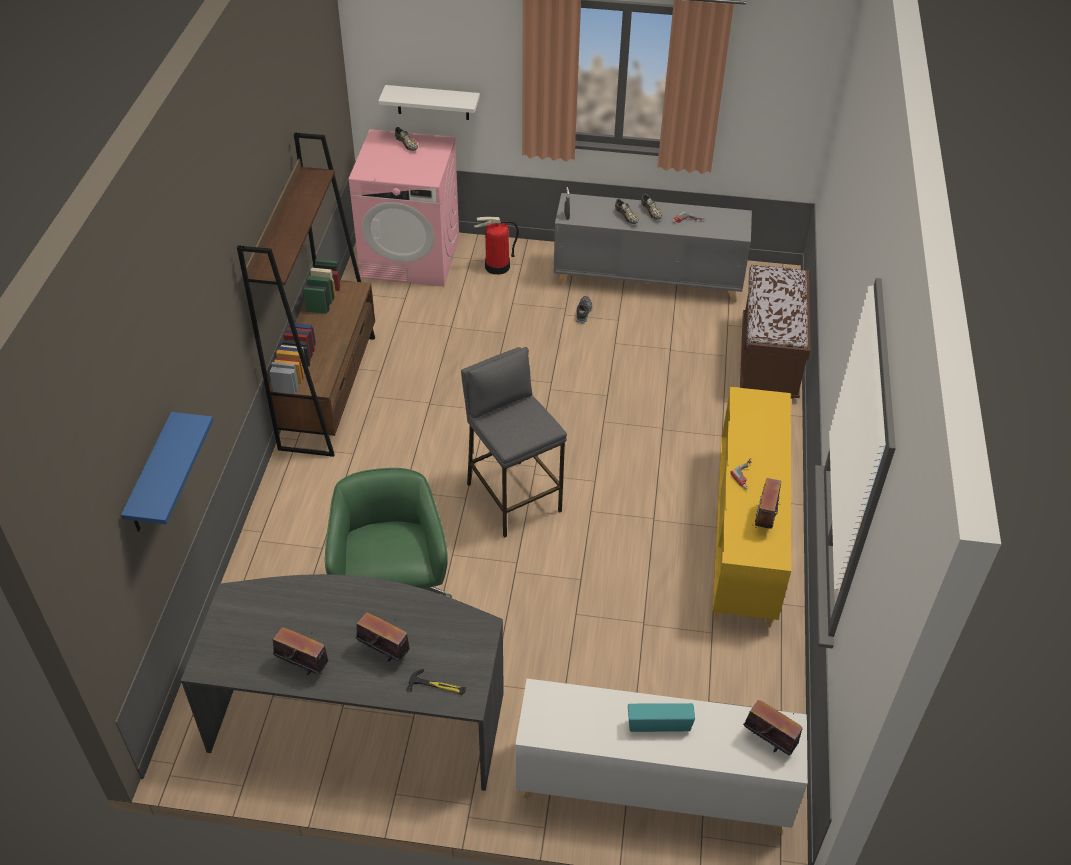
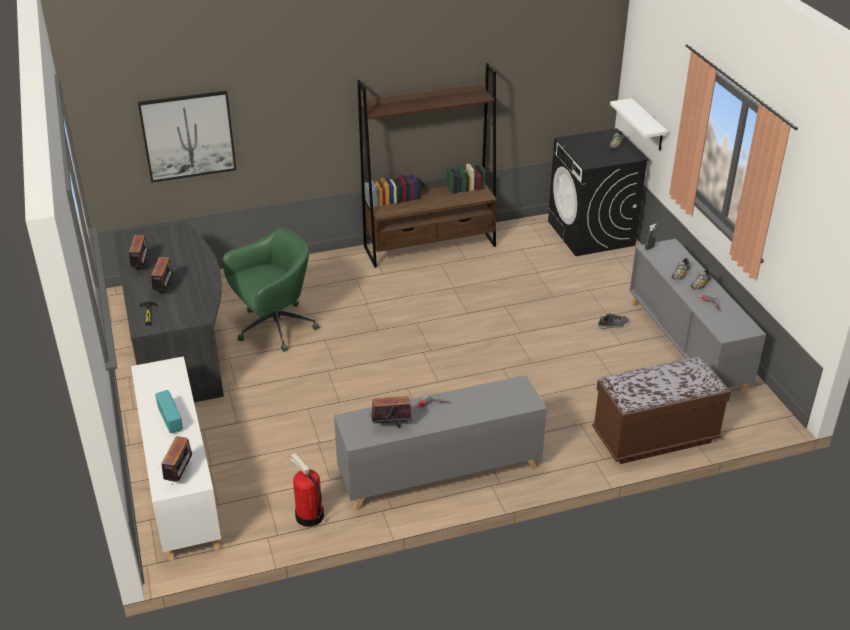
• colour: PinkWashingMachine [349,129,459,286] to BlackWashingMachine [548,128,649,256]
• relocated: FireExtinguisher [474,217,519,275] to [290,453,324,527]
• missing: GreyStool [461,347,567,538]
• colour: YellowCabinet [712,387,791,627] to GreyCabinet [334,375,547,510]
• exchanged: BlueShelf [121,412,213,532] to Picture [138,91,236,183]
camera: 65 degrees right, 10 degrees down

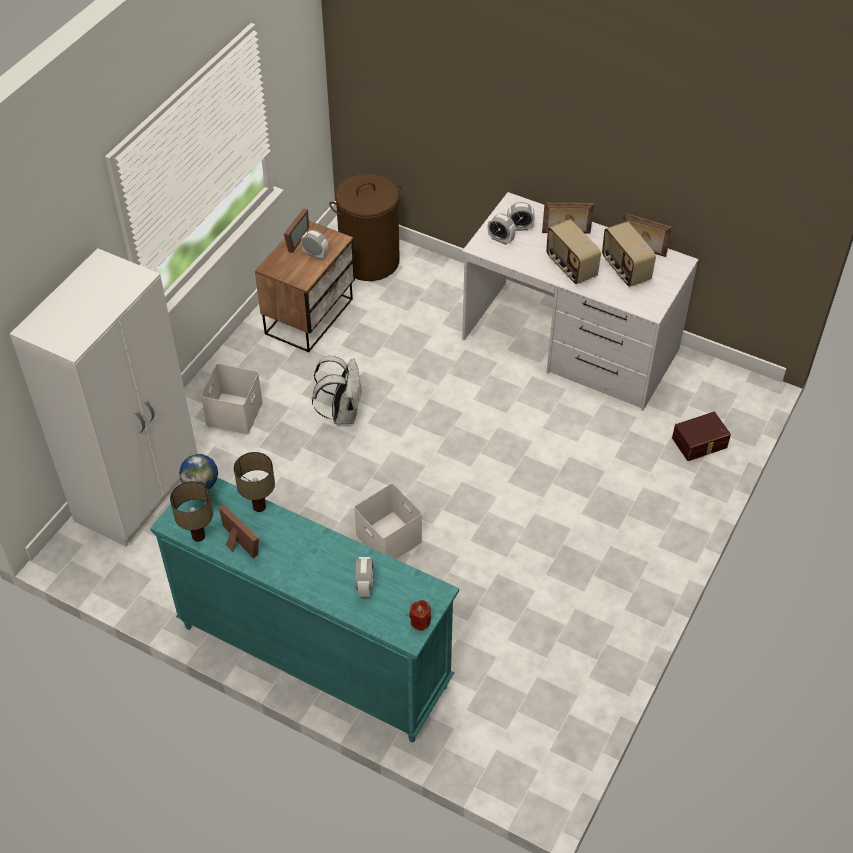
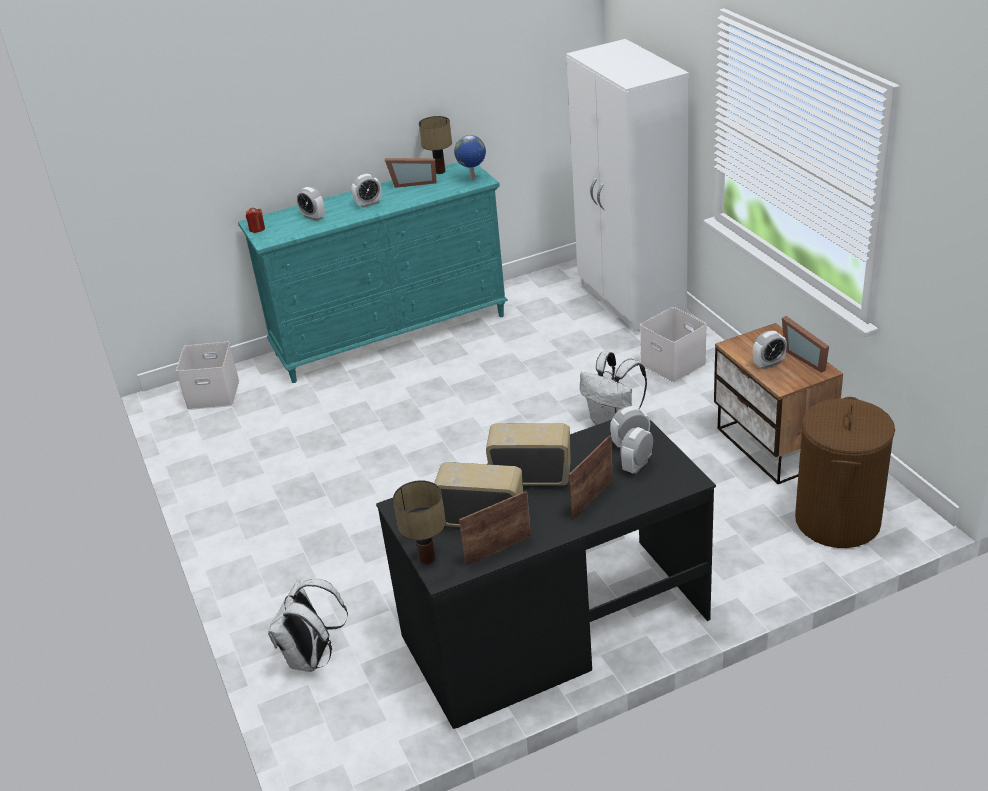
• colour: WhiteDesk [462,192,699,411] to BlackDesk [376,420,716,729]
• exchanged: BrownStorageBox [672,412,731,461] to WhiteBackpack [268,579,348,672]
• relocated: TableLamp [234,452,275,512] to [393,480,446,564]
• relocated: WhiteStorageBox [354,483,422,559] to [176,342,239,410]
• appeared: AlarmClock [352,174,382,208]
camera: 130 degrees right, 15 degrees down

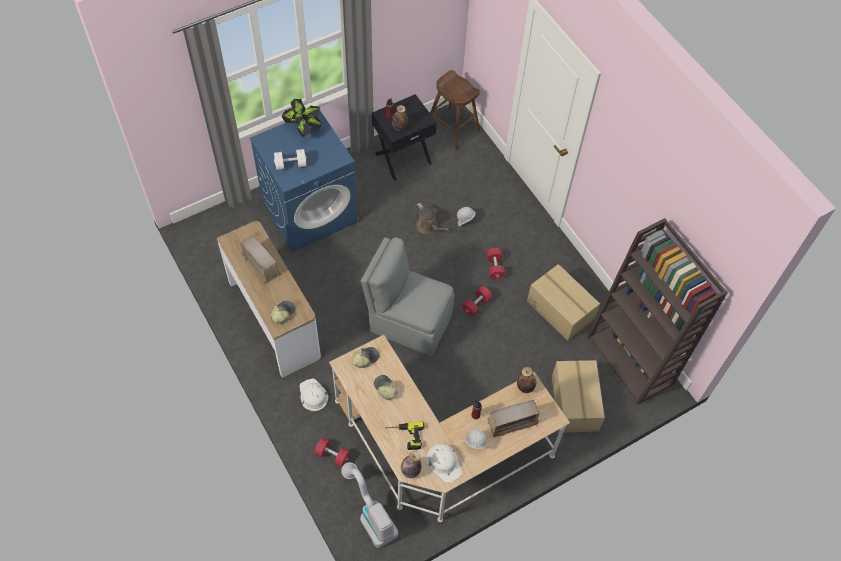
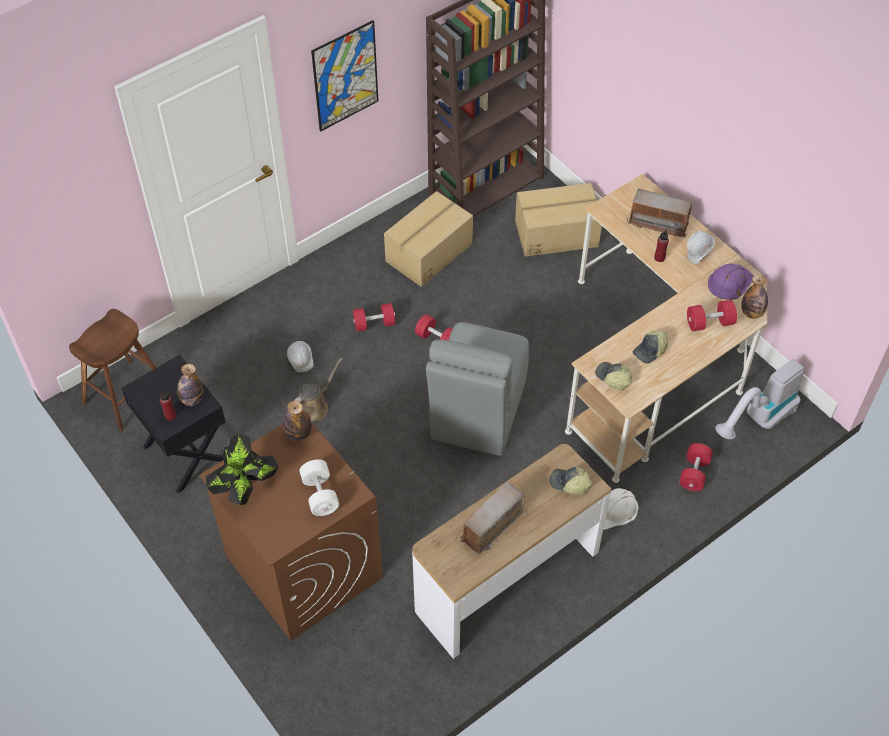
• colour: BlueWashingMachine [250,110,358,252] to BrownWashingMachine [199,422,383,641]
• relocated: Bottle [517,367,536,393] to [283,401,311,441]
• spun: Radio [487,399,540,438] = [627,189,692,238] 135 degrees clockwise
• exchanged: PowerDrill [385,421,424,450] to RedDumbbell [687,300,737,331]
• colour: WhiteHardHat [426,444,462,483] to PurpleHardHat [708,264,754,300]
• appeared: Picture [311,20,378,131]
camera: 95 degrees left, 5 degrees down

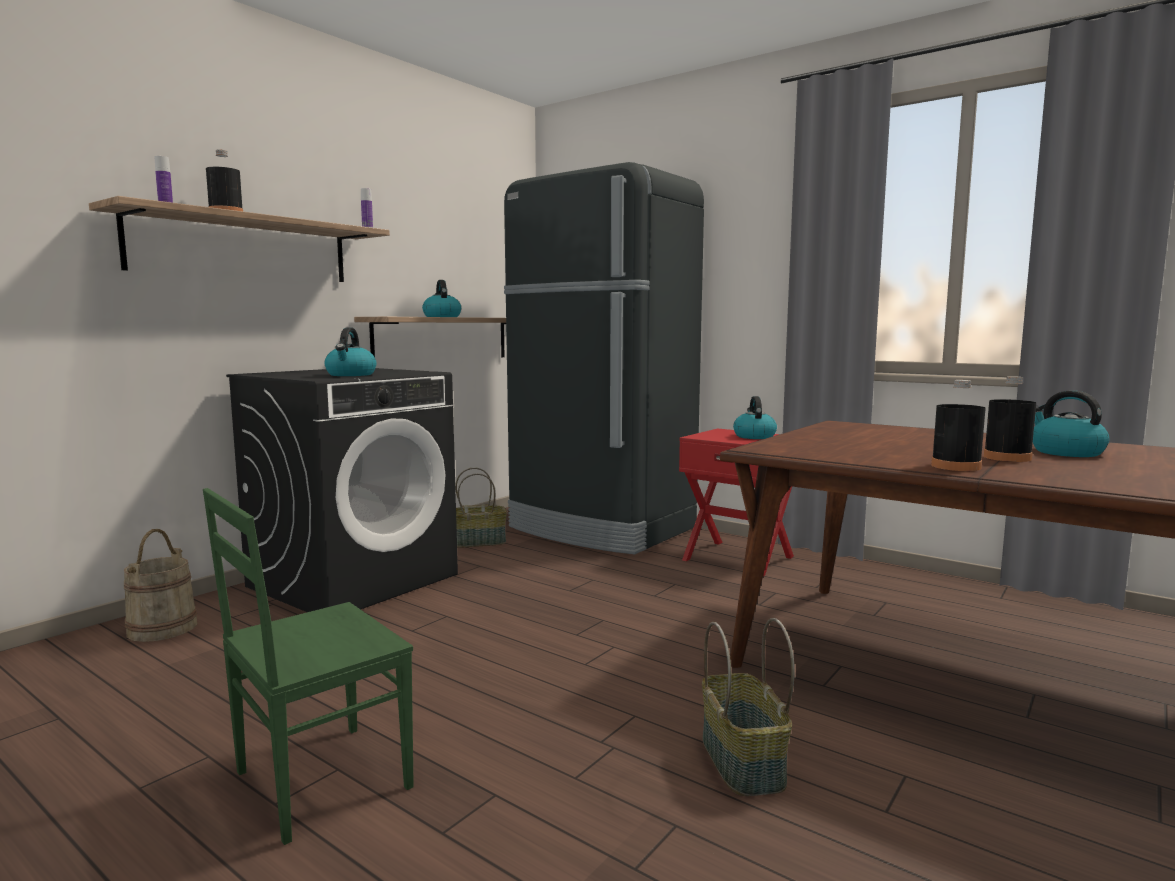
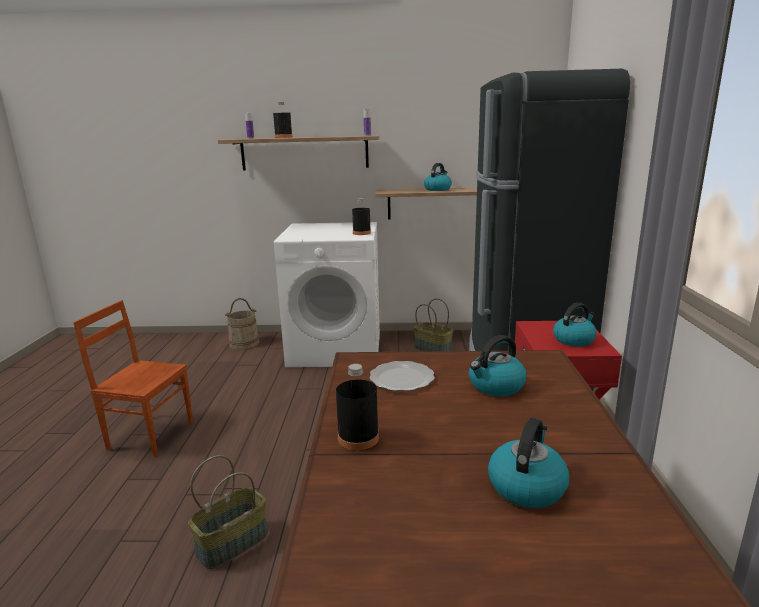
• relocated: Kettle [324,327,376,376] to [469,335,527,396]
• colour: BlackWashingMachine [226,368,458,612] to WhiteWashingMachine [274,222,380,367]
• relocated: BlackBottle [984,376,1036,462] to [352,198,371,235]
• colour: GreenChair [203,488,414,845] to BrownChair [73,300,193,457]
• appeared: Plate [369,361,435,391]
camera: 55 degrees right, 10 degrees up

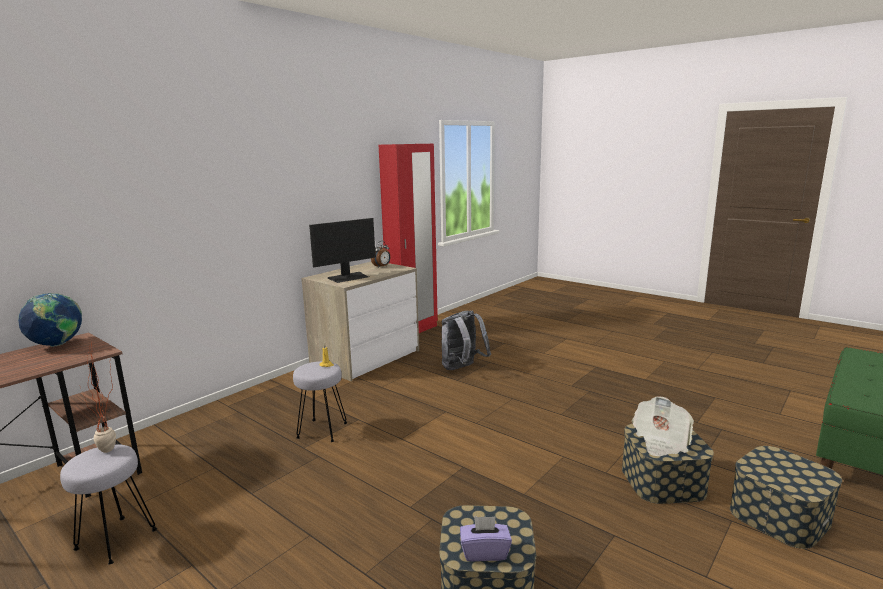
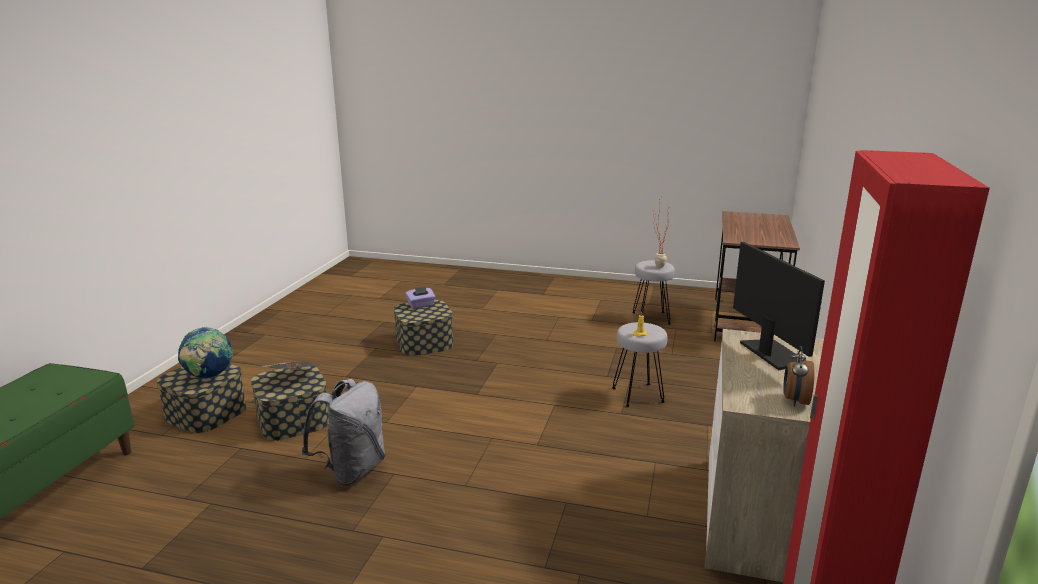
• spun: Monitor [309,218,376,283] = [733,242,825,370] 135 degrees clockwise
• relocated: Globe [18,293,82,347] to [178,327,234,379]
• relocated: GreyBackpack [441,311,491,370] to [302,379,386,486]
camera: 155 degrees right, 5 degrees up

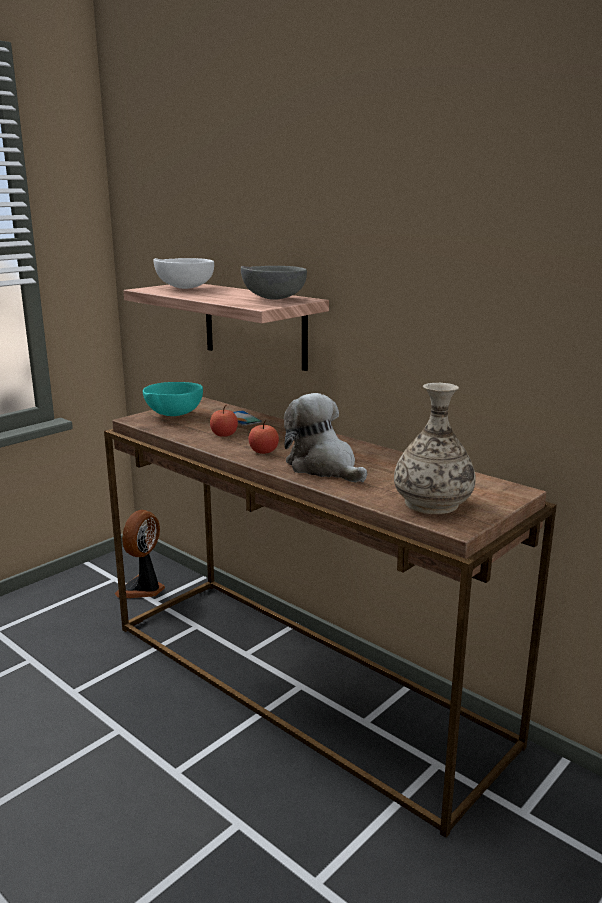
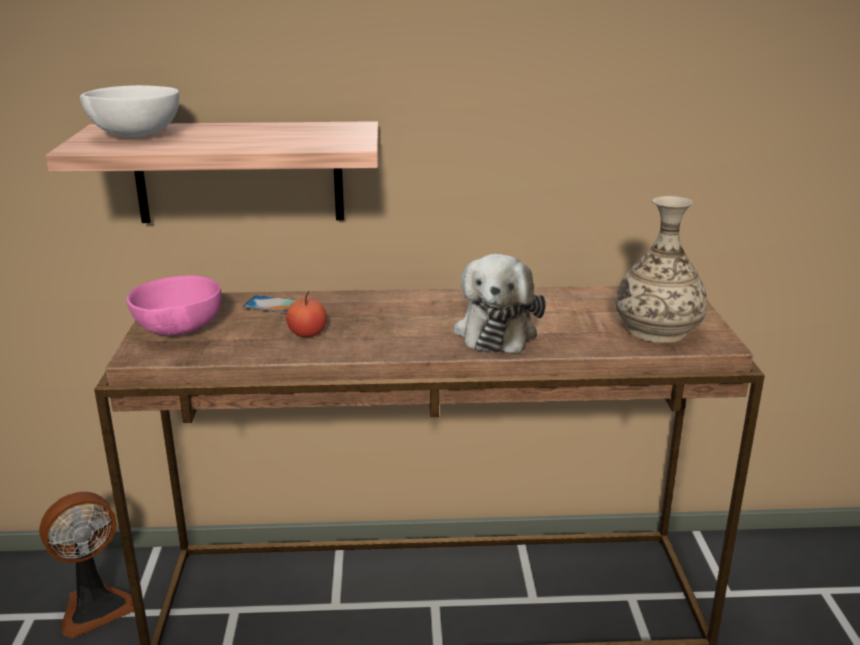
• missing: GreyBowl [241,266,307,300]
• colour: TurquoiseBowl [143,382,203,416] to PinkBowl [127,275,222,335]
• spun: PlushToy [284,393,367,482] = [454,254,546,353] 90 degrees counterclockwise
• missing: Apple [248,420,279,454]
• spun: Fan [115,510,165,598] = [39,492,134,638] 105 degrees counterclockwise
camera: 45 degrees left, 5 degrees up

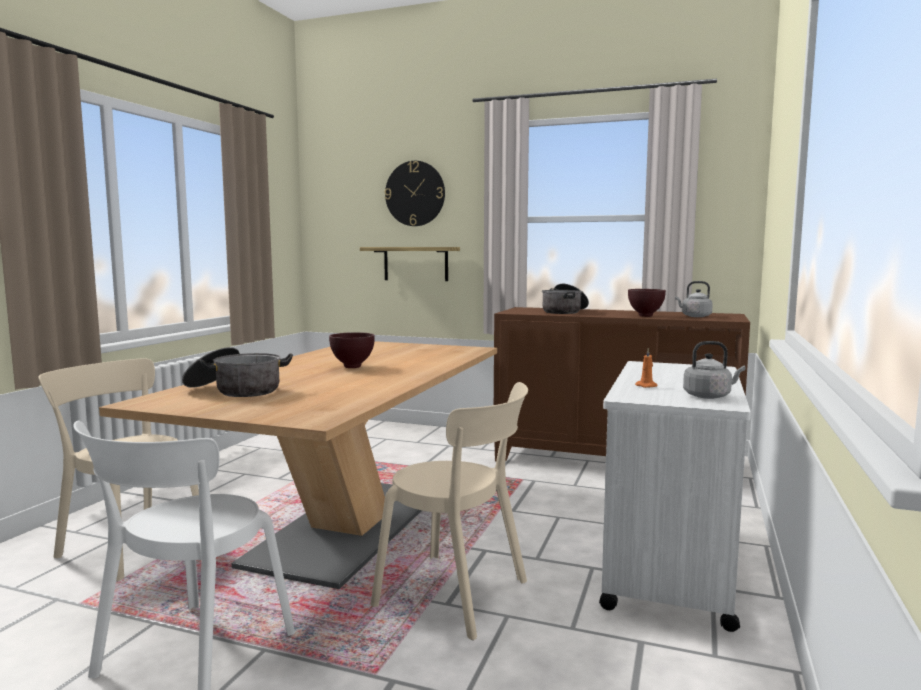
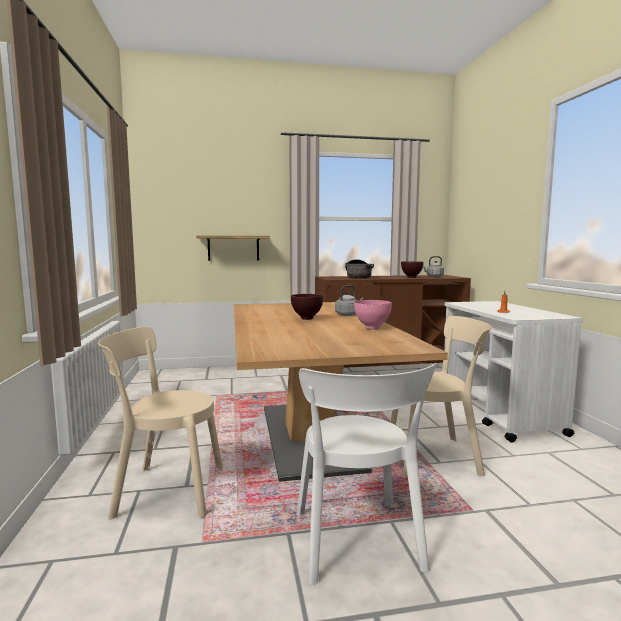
• missing: WallClock [385,161,445,226]
• relocated: GreyKettle [683,341,746,399] to [335,285,364,316]
• missing: CookingPot [182,347,293,397]
• appeared: PinkBowl [354,300,392,330]
camera: 30 degrees left, 0 degrees up

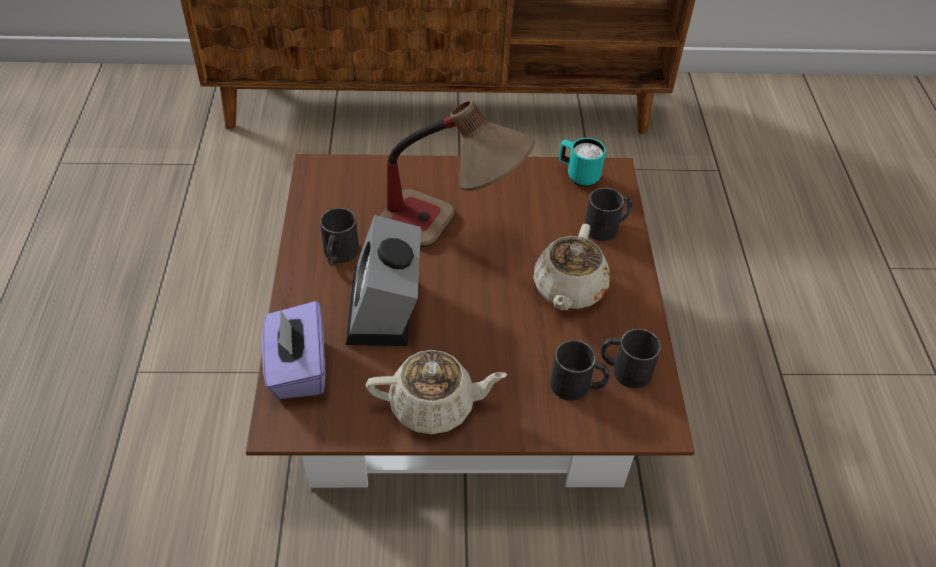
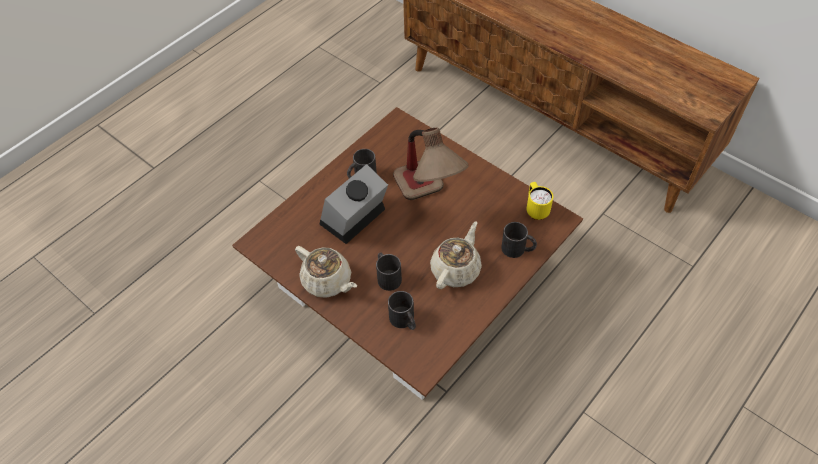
• colour: TurquoiseMug [559,138,606,187] to YellowMug [526,182,553,220]
• spun: BeigeTeapot [534,224,610,310] = [430,221,482,289] 150 degrees clockwise
• missing: PurpleTissueBox [262,301,325,399]
• relocated: BlackMug [600,329,661,388] to [376,252,402,291]
camera: 45 degrees right, 5 degrees up

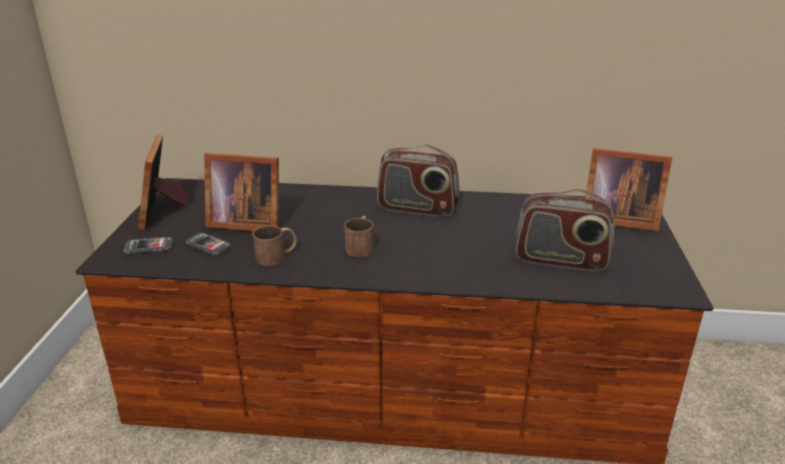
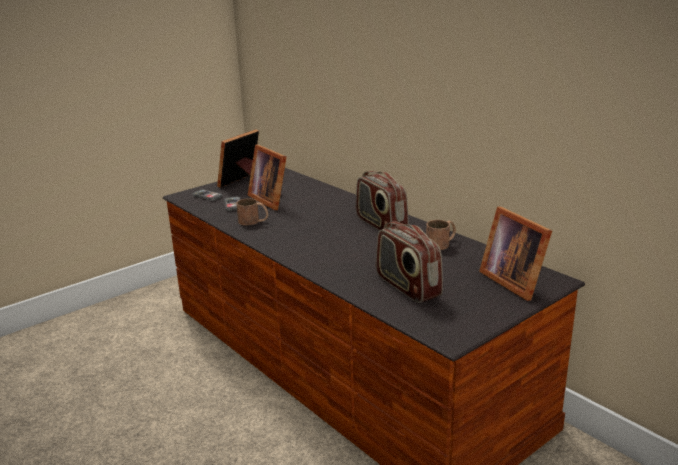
• relocated: BrownMug [344,216,374,257] to [426,220,456,250]
camera: 45 degrees right, 5 degrees down

